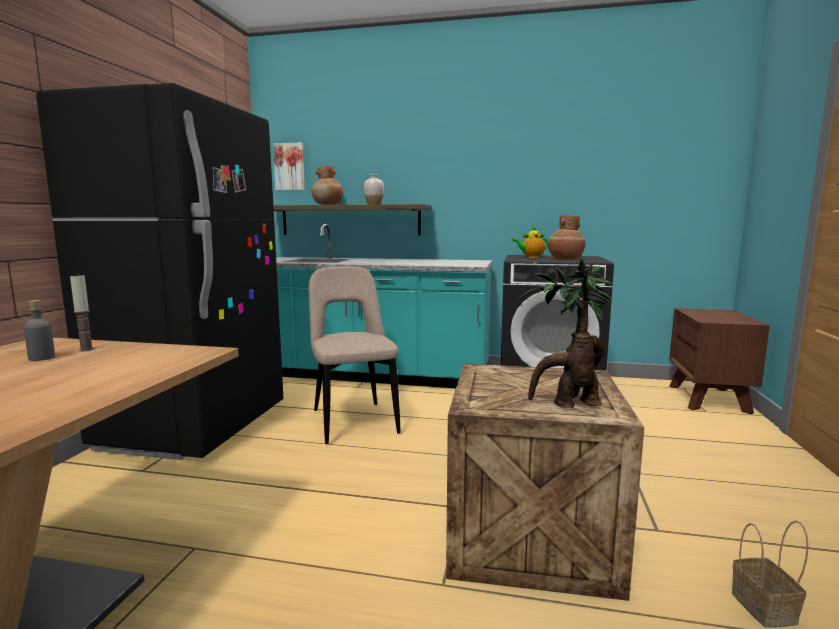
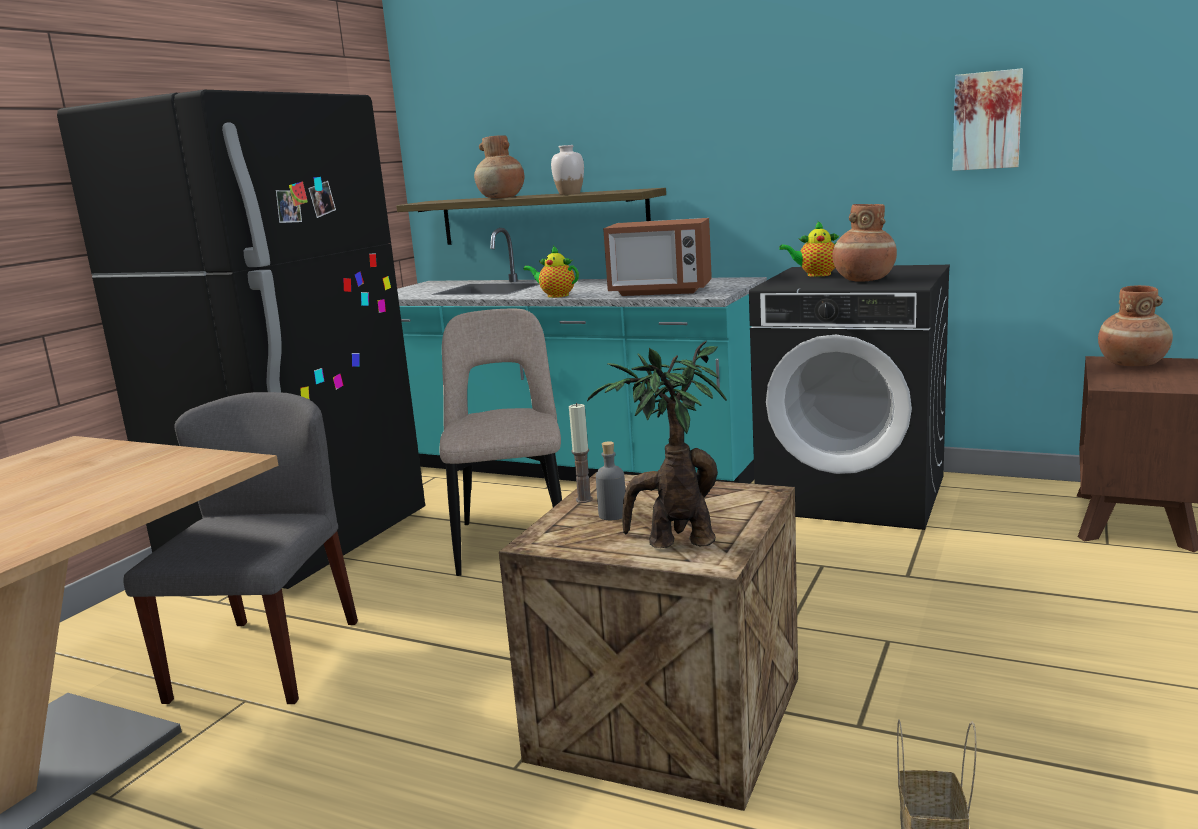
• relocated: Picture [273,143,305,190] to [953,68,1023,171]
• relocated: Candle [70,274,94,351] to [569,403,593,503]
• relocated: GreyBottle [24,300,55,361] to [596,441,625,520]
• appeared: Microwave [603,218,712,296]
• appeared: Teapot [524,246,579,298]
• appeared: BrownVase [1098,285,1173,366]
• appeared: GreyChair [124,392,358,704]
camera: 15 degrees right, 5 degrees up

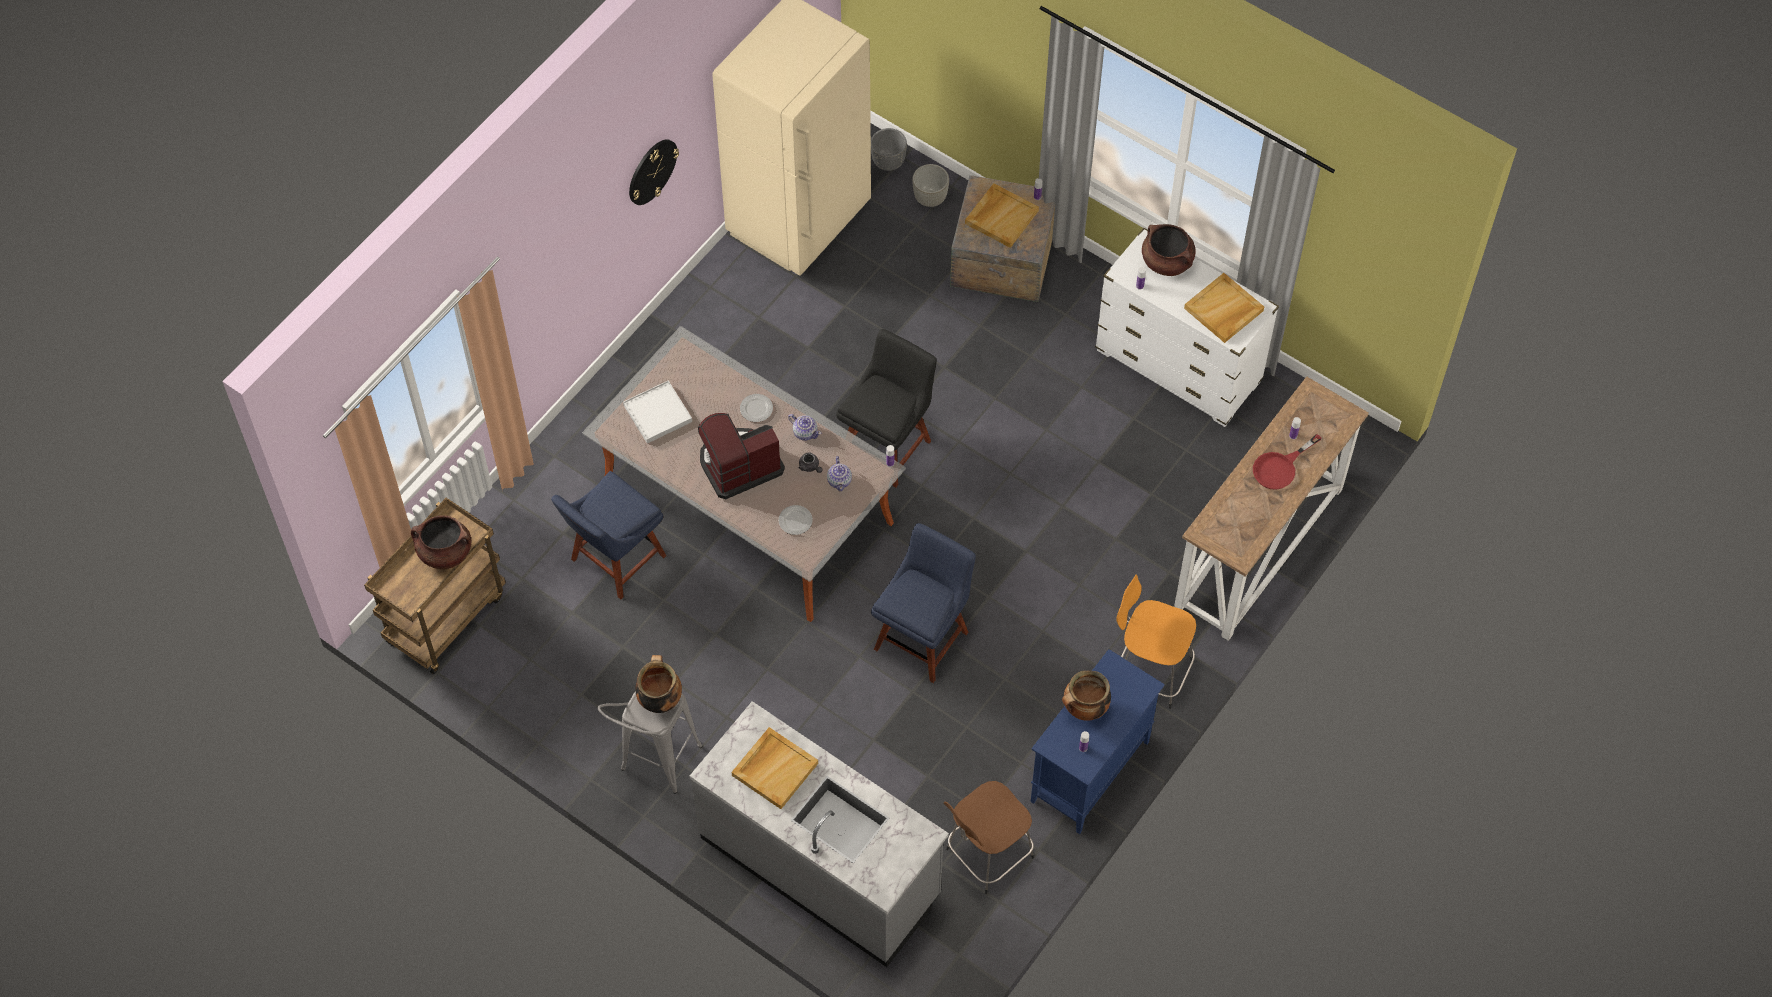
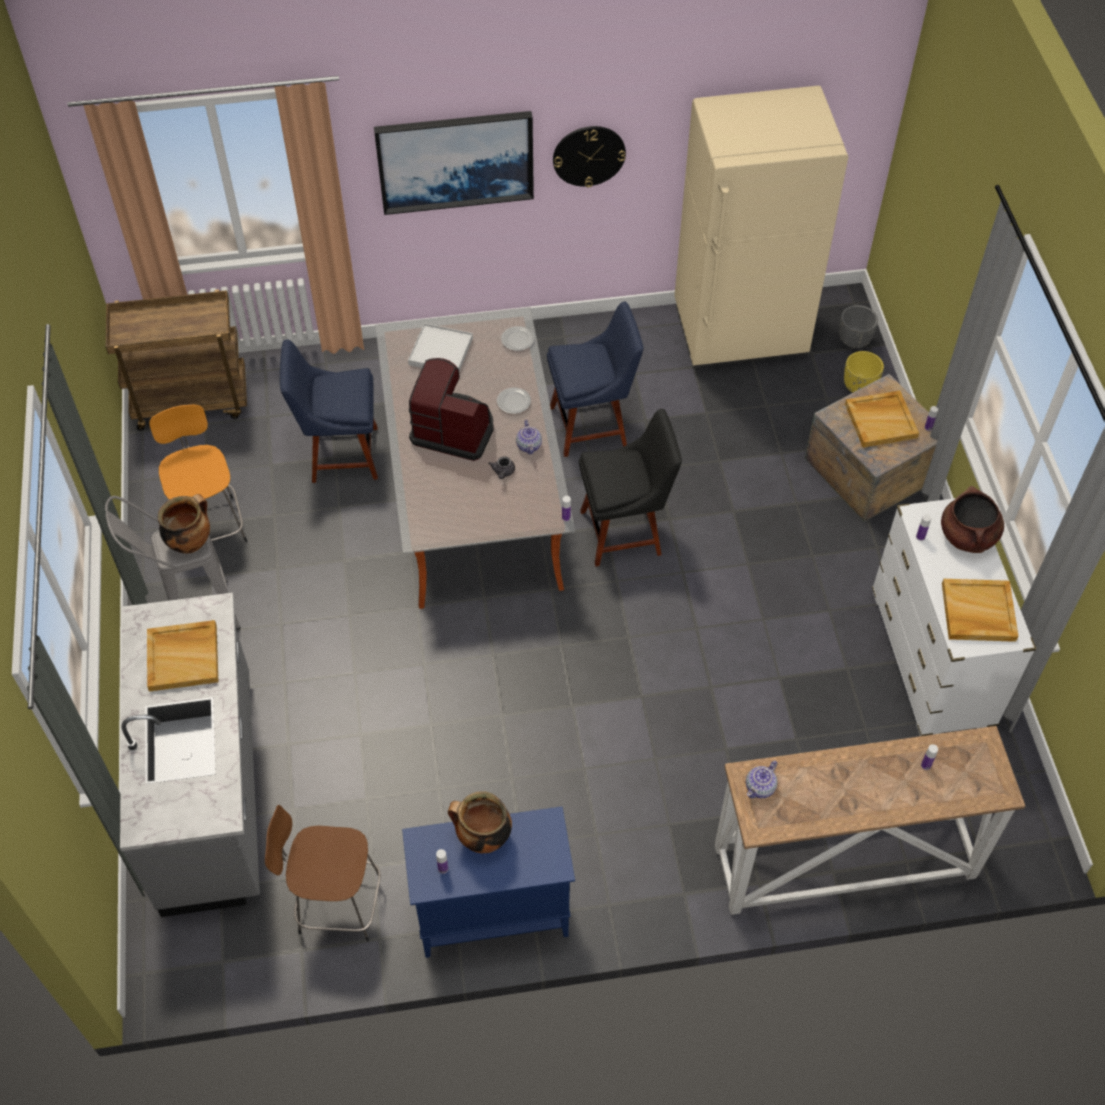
• colour: GreyPlanter [912,164,949,207] to YellowPlanter [844,351,884,393]
• missing: RedFryingPan [1253,434,1322,490]
• relocated: Teapot [827,456,852,491] to [746,761,777,798]
• relocated: Plate [779,505,813,535] to [501,326,534,351]
• missing: BrownCookingPot [411,515,471,569]
• relocated: BlueChair [871,523,976,683] to [547,302,643,457]
• relocated: OrangeStool [1116,575,1196,709] to [149,405,247,542]
• appeared: Picture [374,111,534,215]
camera: 45 degrees right, 5 degrees down

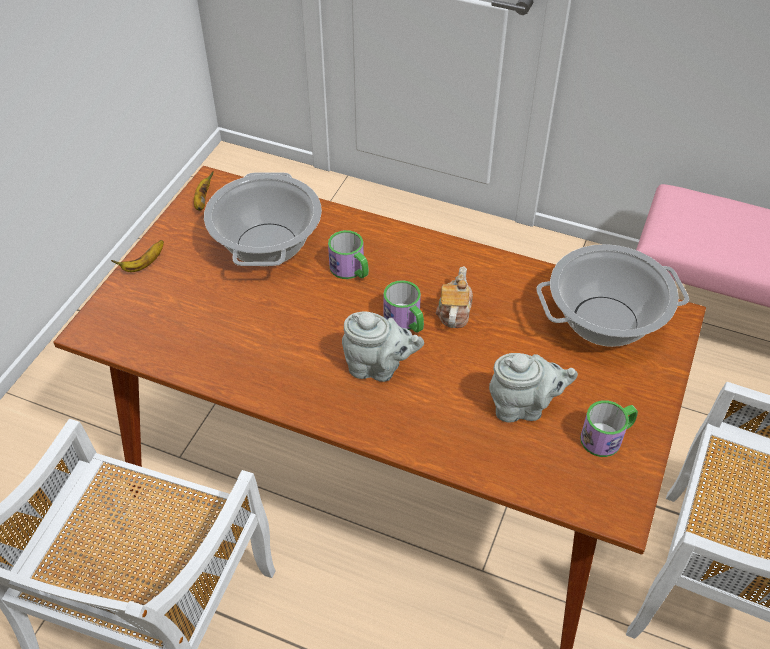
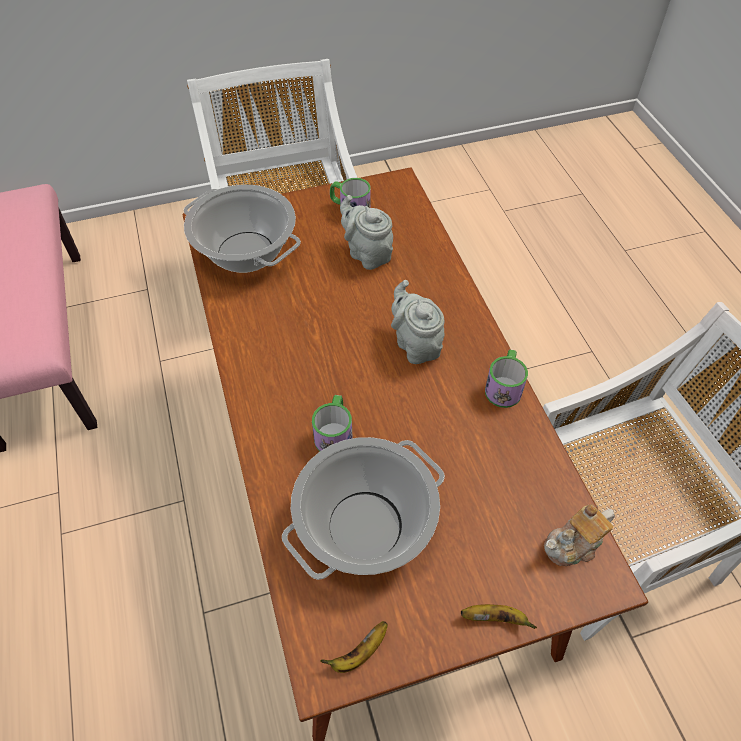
• relocated: Teapot [436,266,473,328] to [544,504,615,566]
• relocated: Mug [384,280,424,333] to [485,349,528,408]
camera: 130 degrees left, 5 degrees up

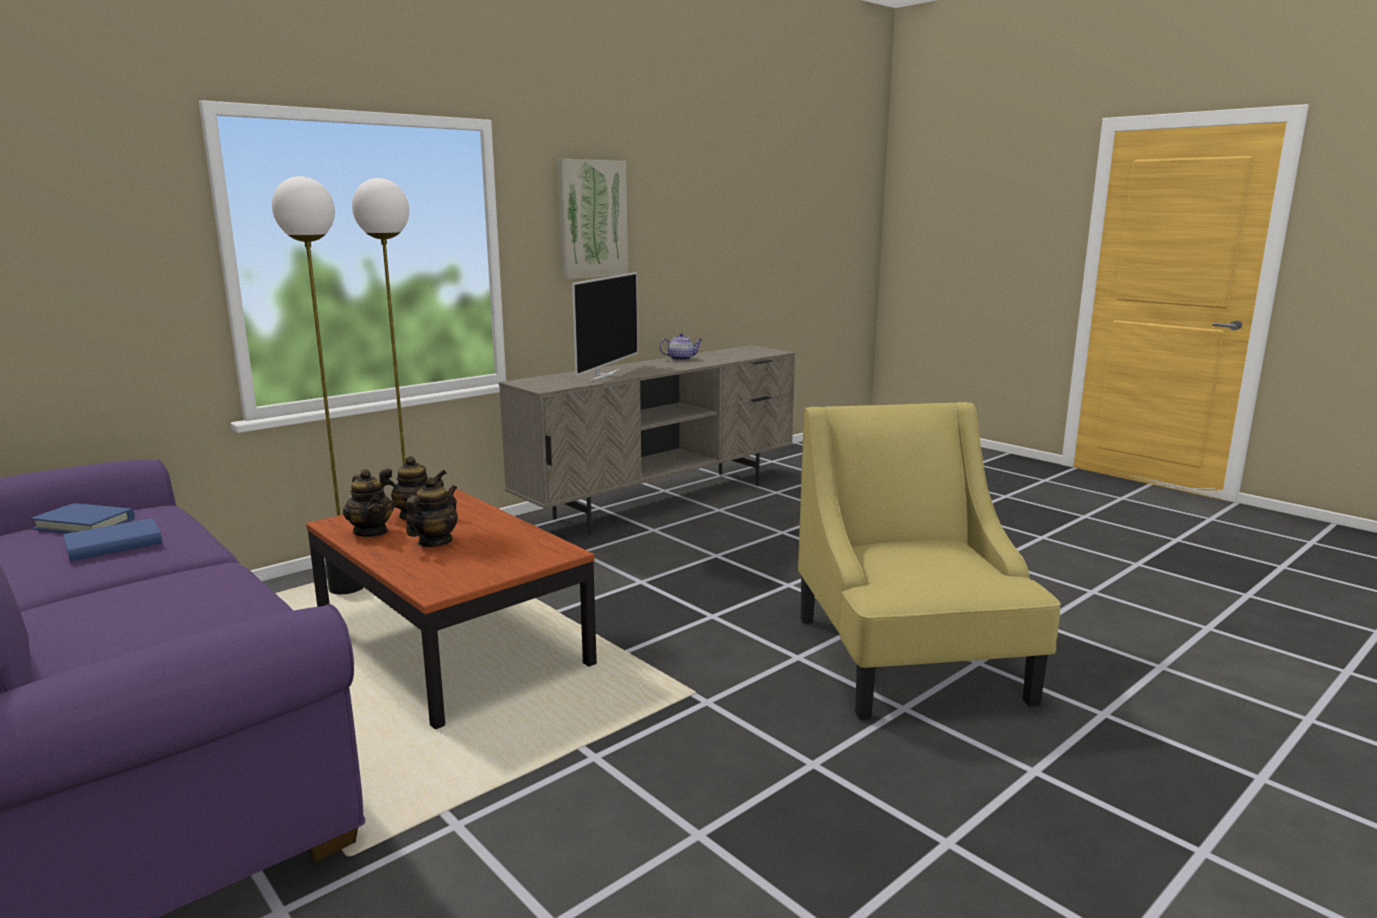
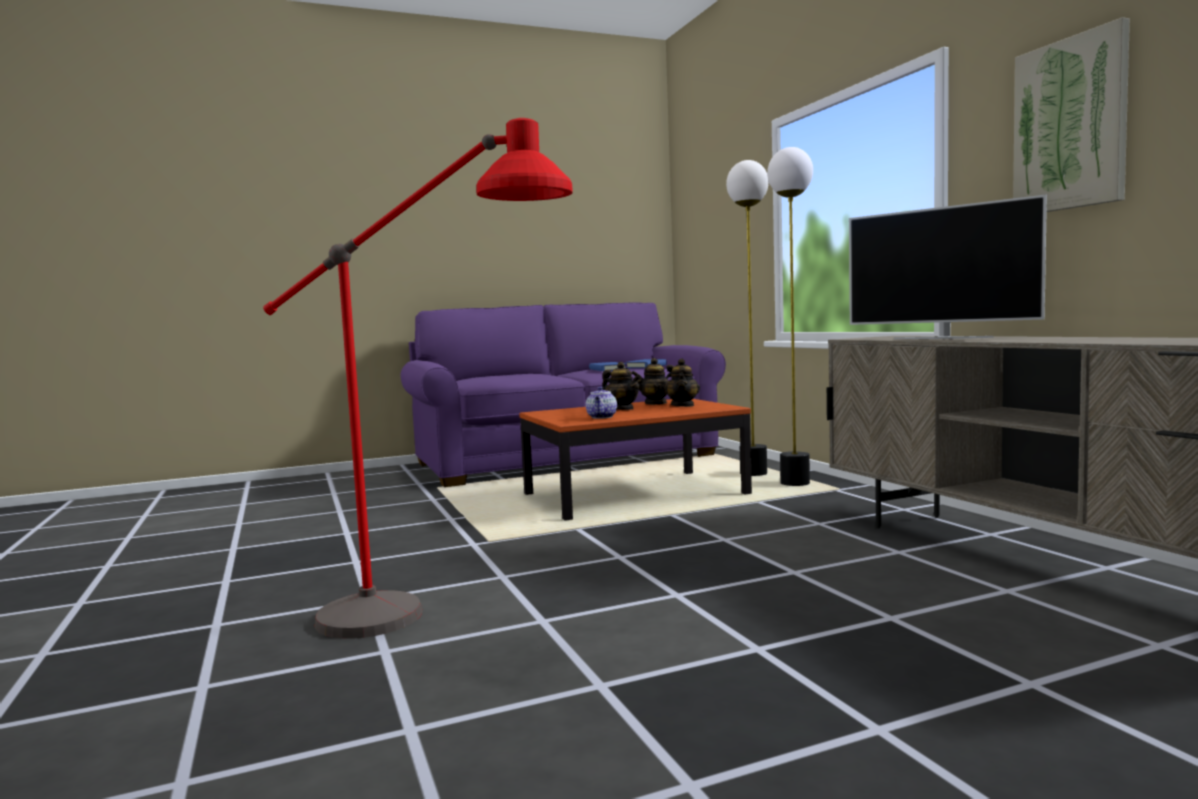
• relocated: Teapot [659,333,702,361] to [586,386,617,419]
• exchanged: YellowArmchair [798,402,1061,720] to RedFloorLamp [263,118,573,639]
camera: 110 degrees right, 10 degrees down

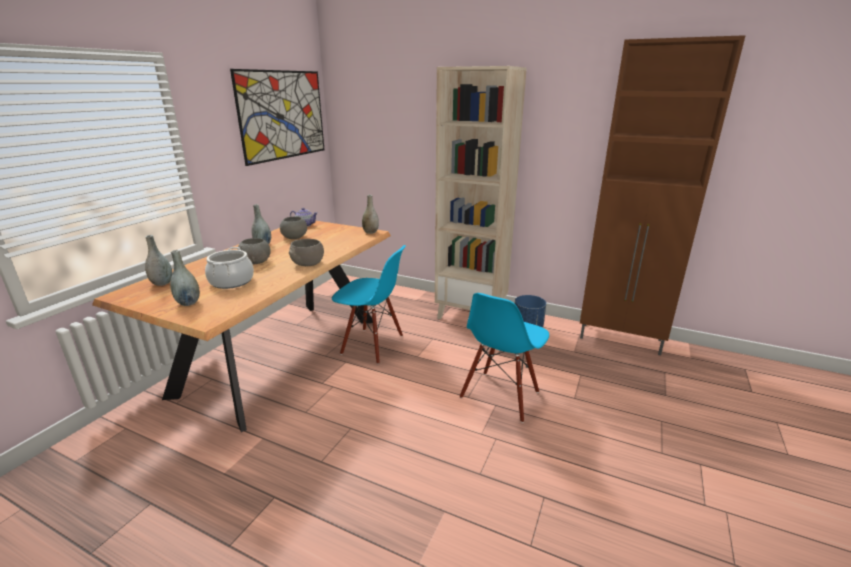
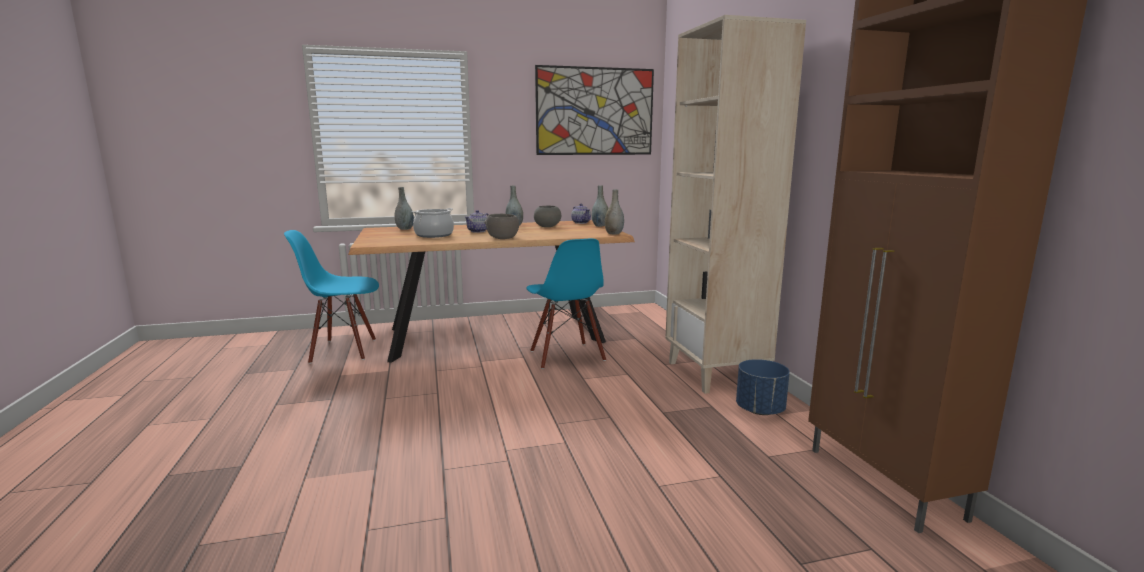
• exchanged: GreyBowl [237,238,271,264] to Teapot [464,210,489,233]
• relocated: GreyVase [170,250,200,306] to [592,186,608,227]
• relocated: BlueChair [460,293,549,423] to [284,230,379,364]
camera: 50 degrees right, 10 degrees down

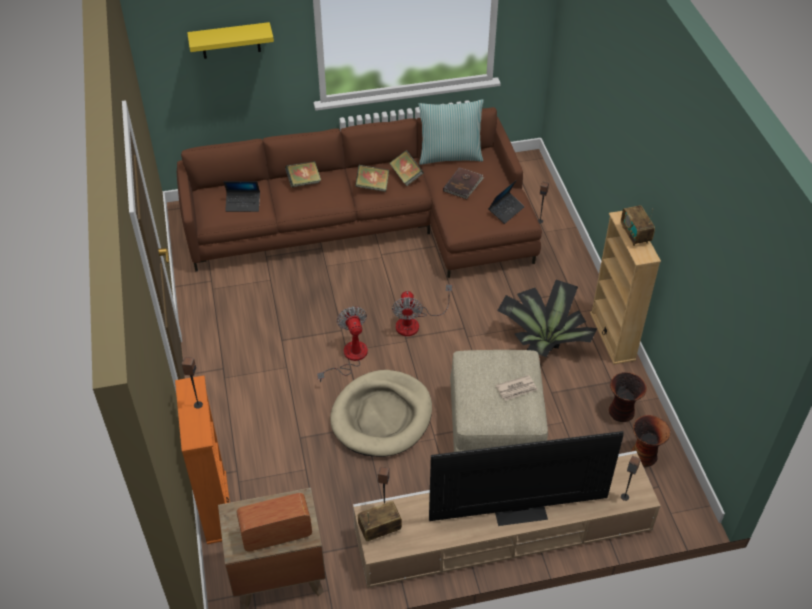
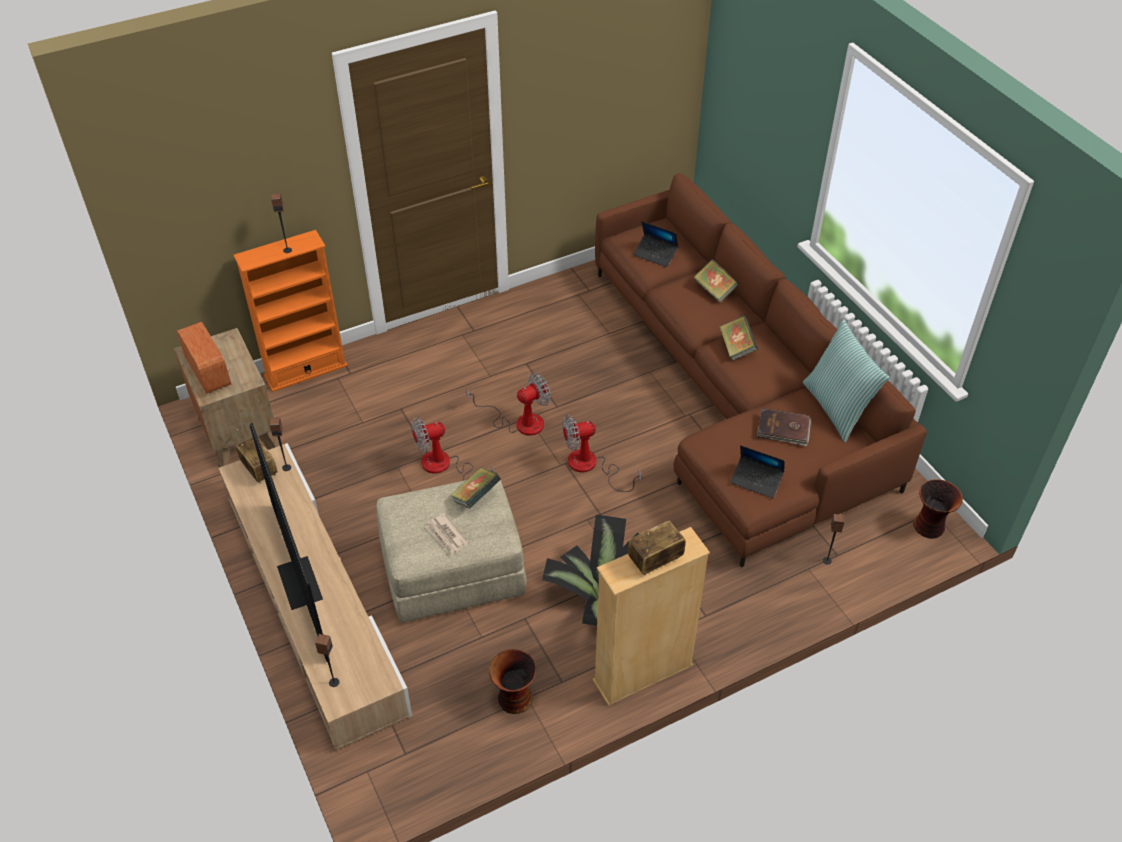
• missing: YellowShelf [187,22,274,59]
• relocated: Book [390,150,424,186] to [450,467,501,509]
• spun: Laptop [223,181,260,212] = [633,221,679,267] 45 degrees counterclockwise
• exchanged: BeigeDogBed [330,370,432,457] to Fan [411,417,494,481]
• relocated: Vase [630,415,670,467] to [913,479,963,539]
camera: 75 degrees right, 0 degrees up

